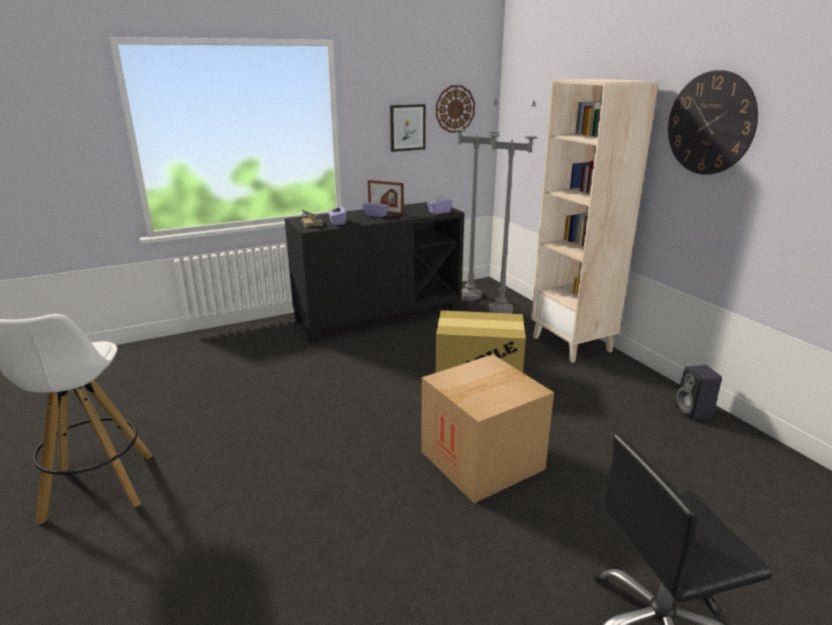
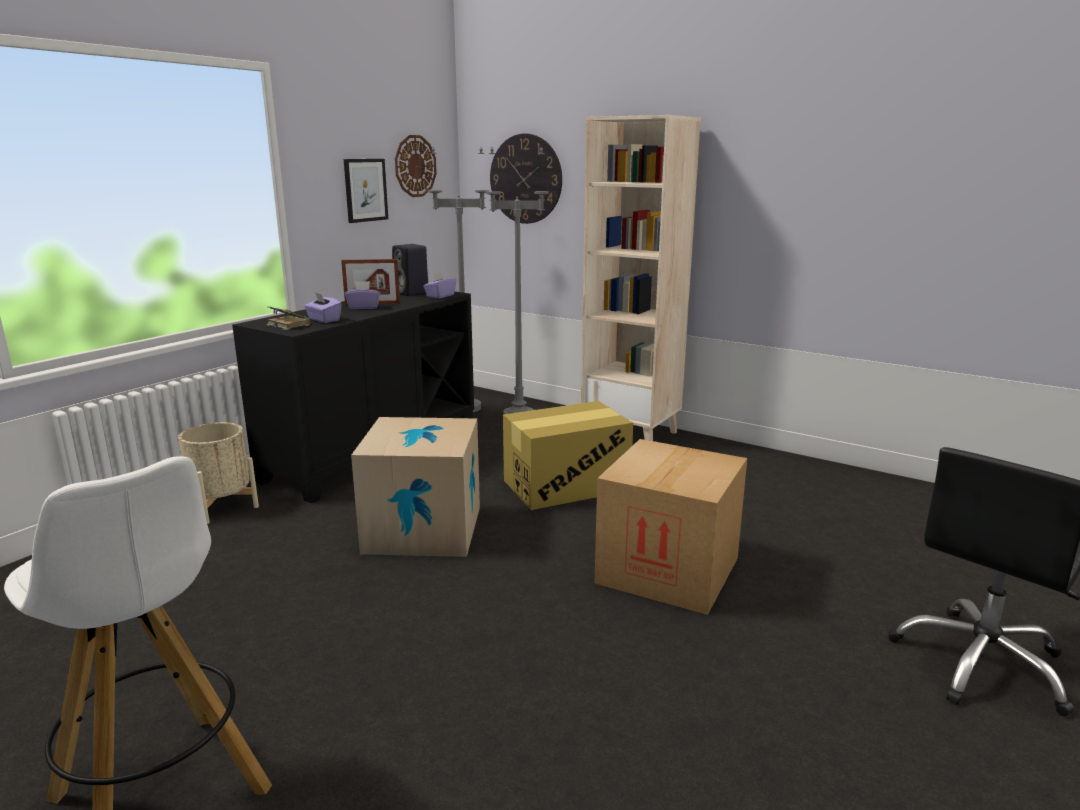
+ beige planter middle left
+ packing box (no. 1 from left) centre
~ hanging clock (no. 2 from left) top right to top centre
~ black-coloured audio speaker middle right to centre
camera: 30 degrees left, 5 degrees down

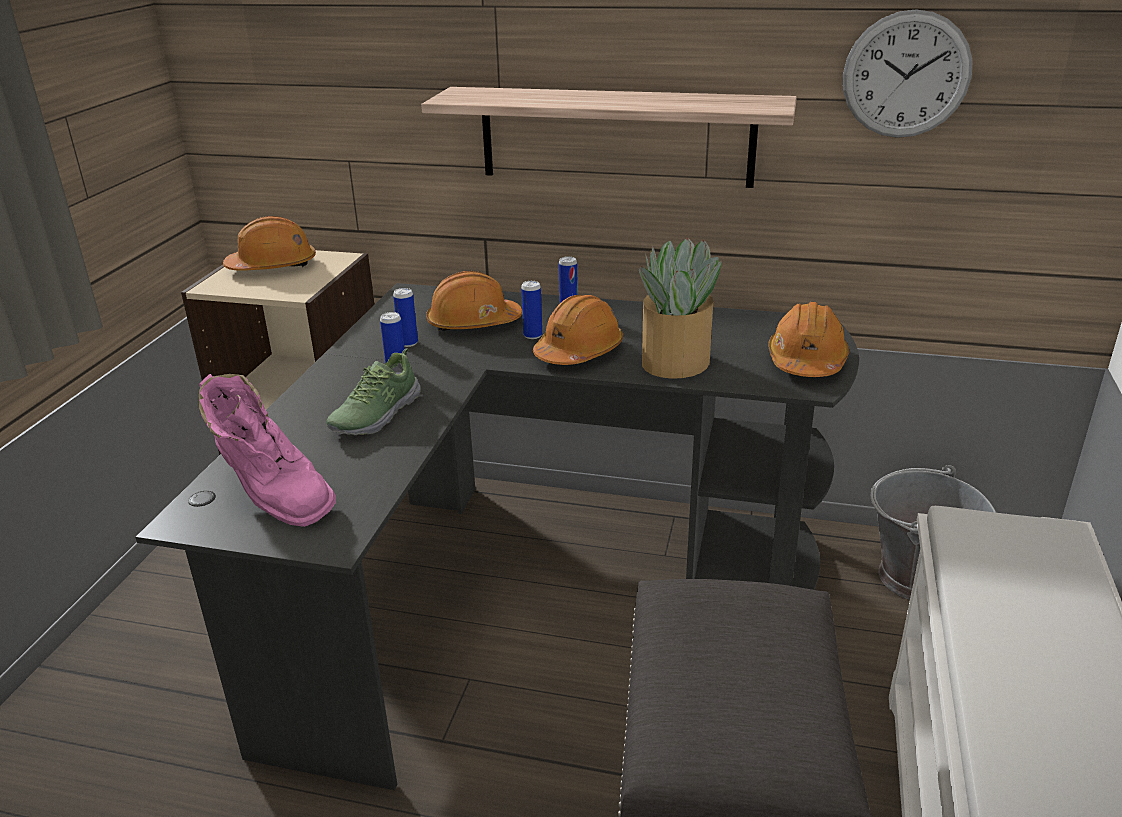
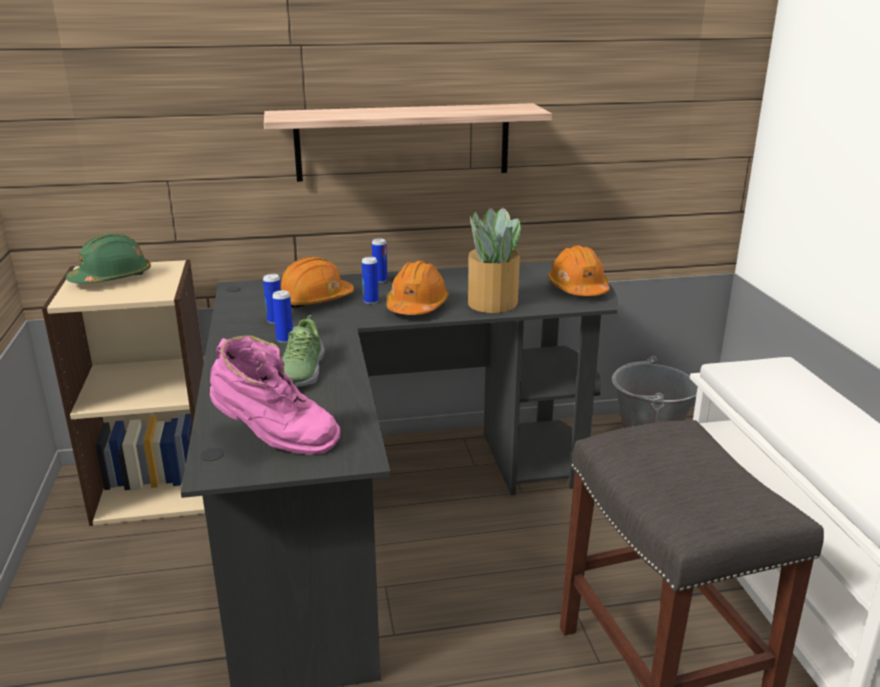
- hanging clock top right
~ orange work helmet (no. 1 from left) top left to green-coloured work helmet middle left
camera: 25 degrees left, 5 degrees down

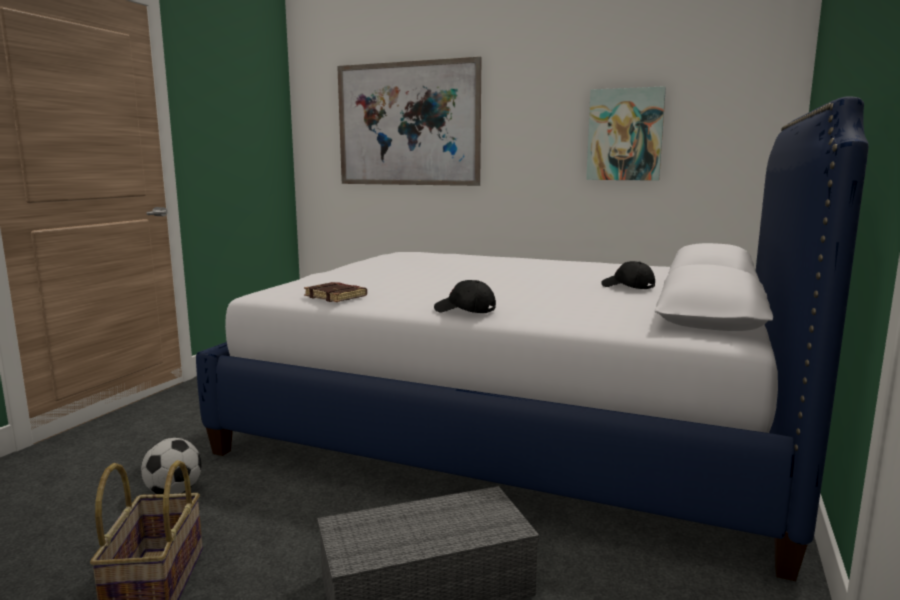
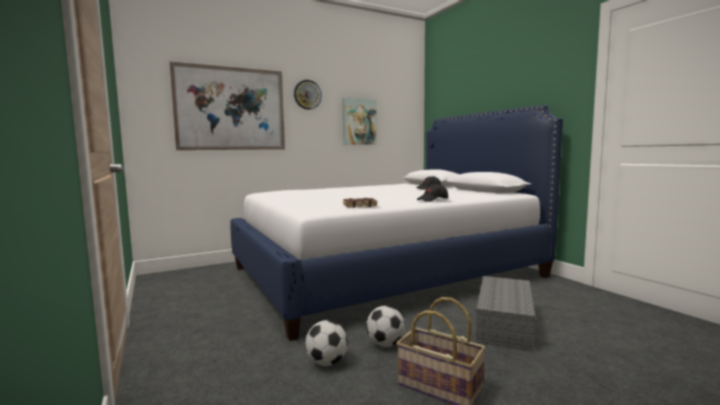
+ hanging clock top centre
+ football ball (no. 2 from left) bottom centre
camera: 50 degrees left, 5 degrees down

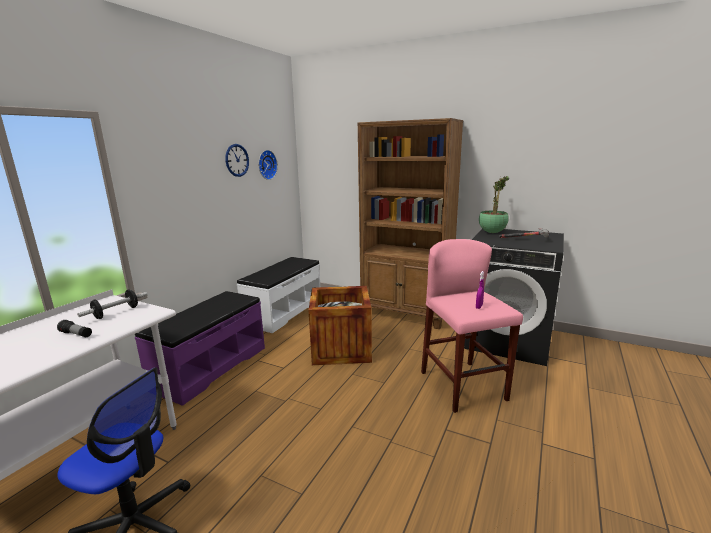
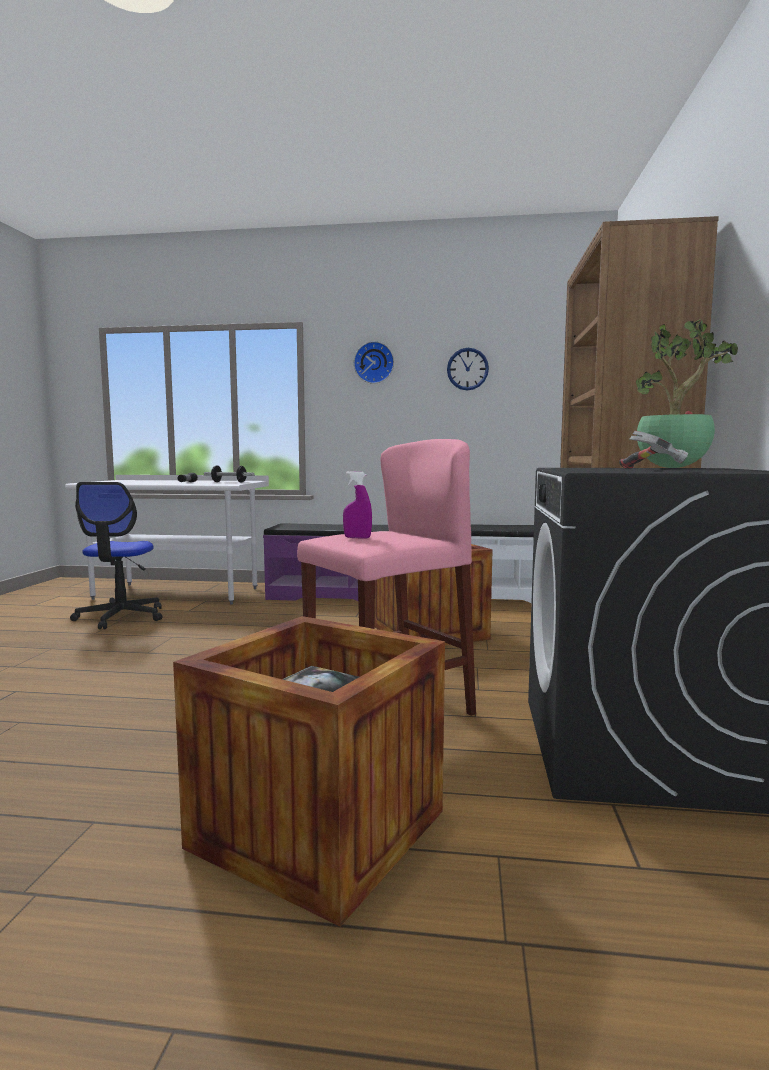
+ crate (no. 1 from left) bottom centre
~ hanging clock (no. 2 from left in the first image) top centre to hanging clock (no. 1 from left) centre
camera: 70 degrees right, 10 degrees down

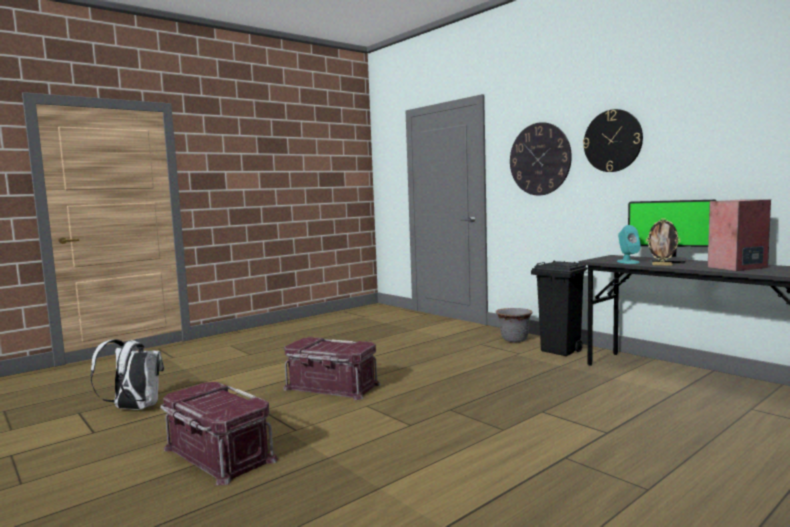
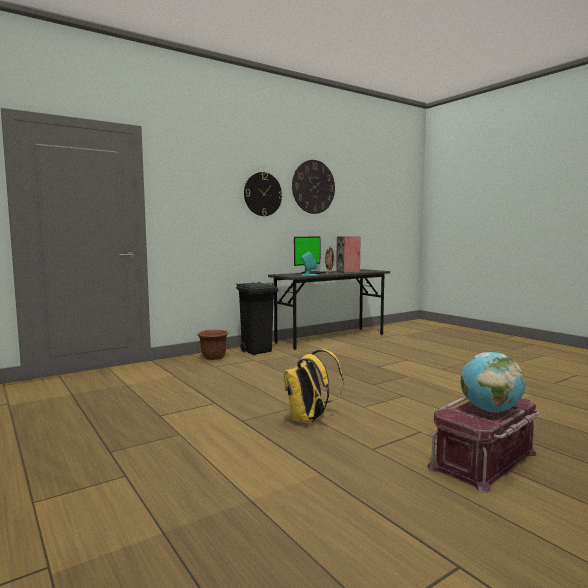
- white backpack bottom left
+ globe middle right
~ hanging clock (no. 1 from left in the first image) top right to hanging clock (no. 2 from left) top centre
~ reddish storage bin (no. 2 from left) bottom centre to yellow backpack centre
~ gray planter centre to brown planter centre
camera: 85 degrees left, 0 degrees up

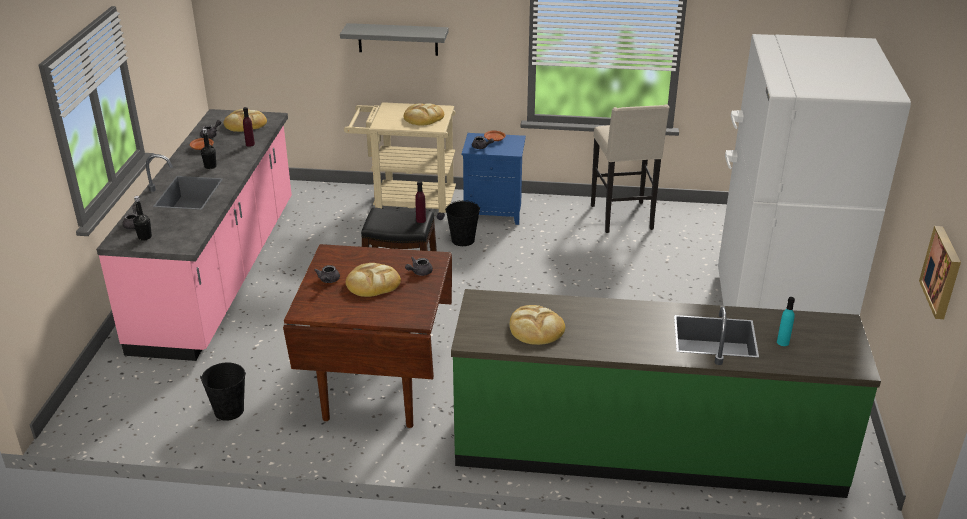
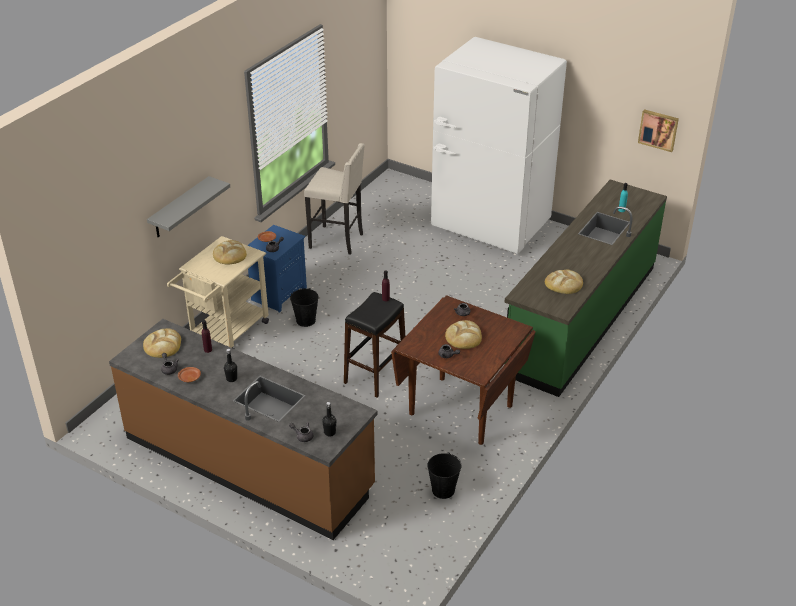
~ pink-coloured kitchen counter middle left to brown kitchen counter bottom left
camera: 65 degrees left, 5 degrees up

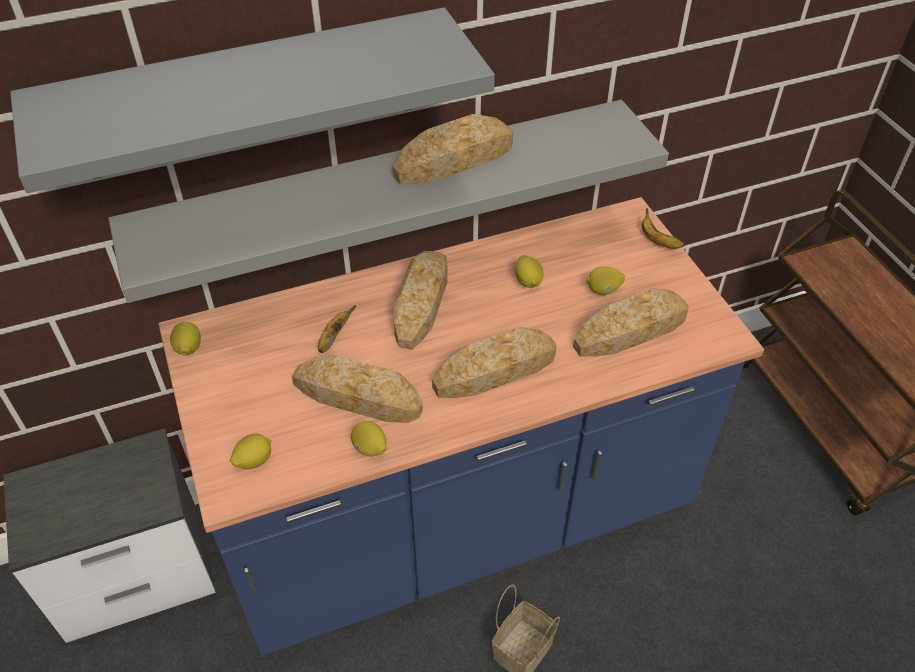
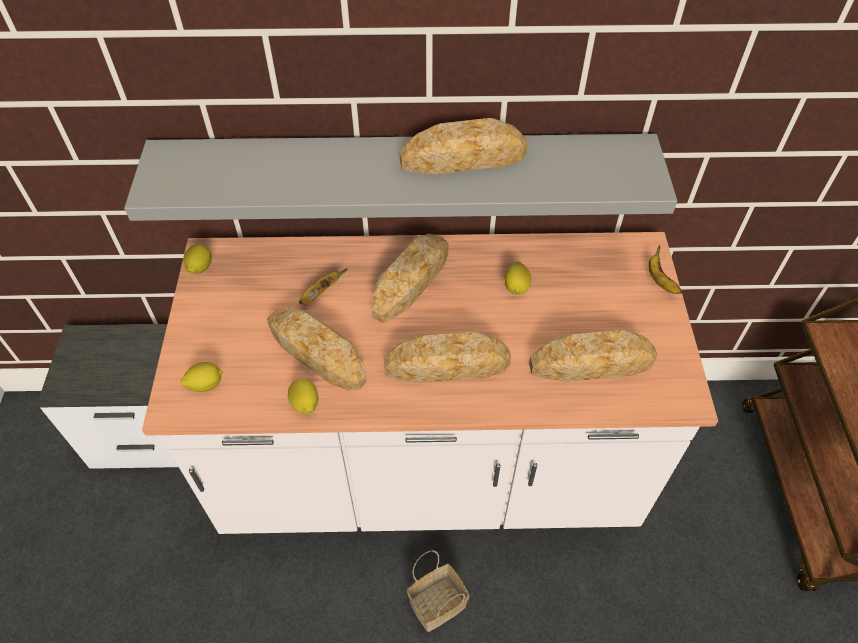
- gray wall shelf (no. 1 from left) top left
- lemon (no. 5 from left) centre
~ blue kitchen counter centre to white kitchen counter centre
camera: 20 degrees right, 5 degrees up

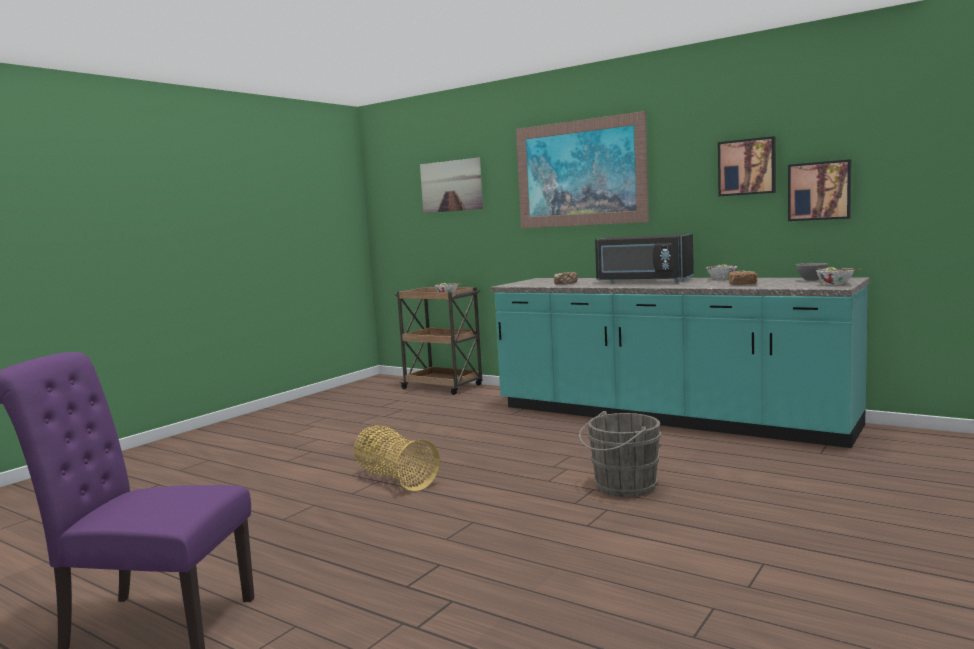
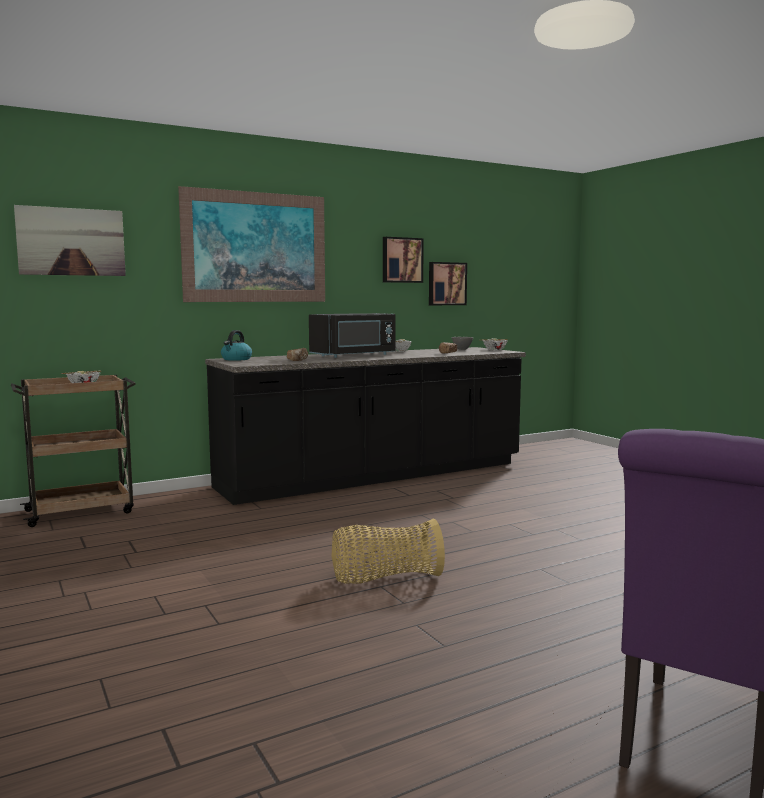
- gray pail bottom centre
+ tea kettle middle left
~ turquoise-coloured kitchen counter middle right to black-coloured kitchen counter centre
camera: 65 degrees left, 0 degrees up

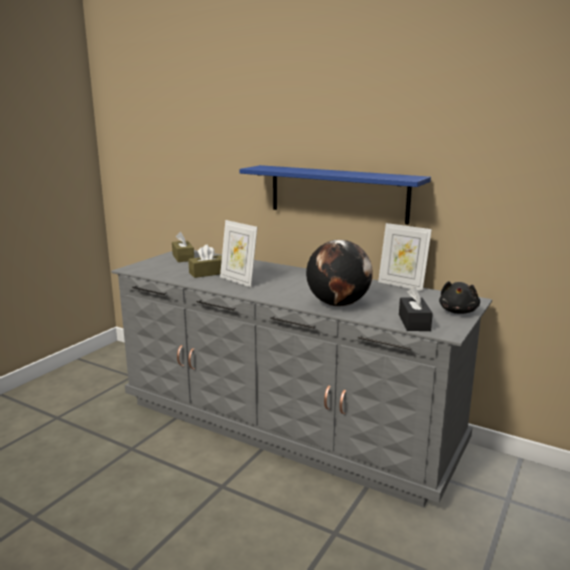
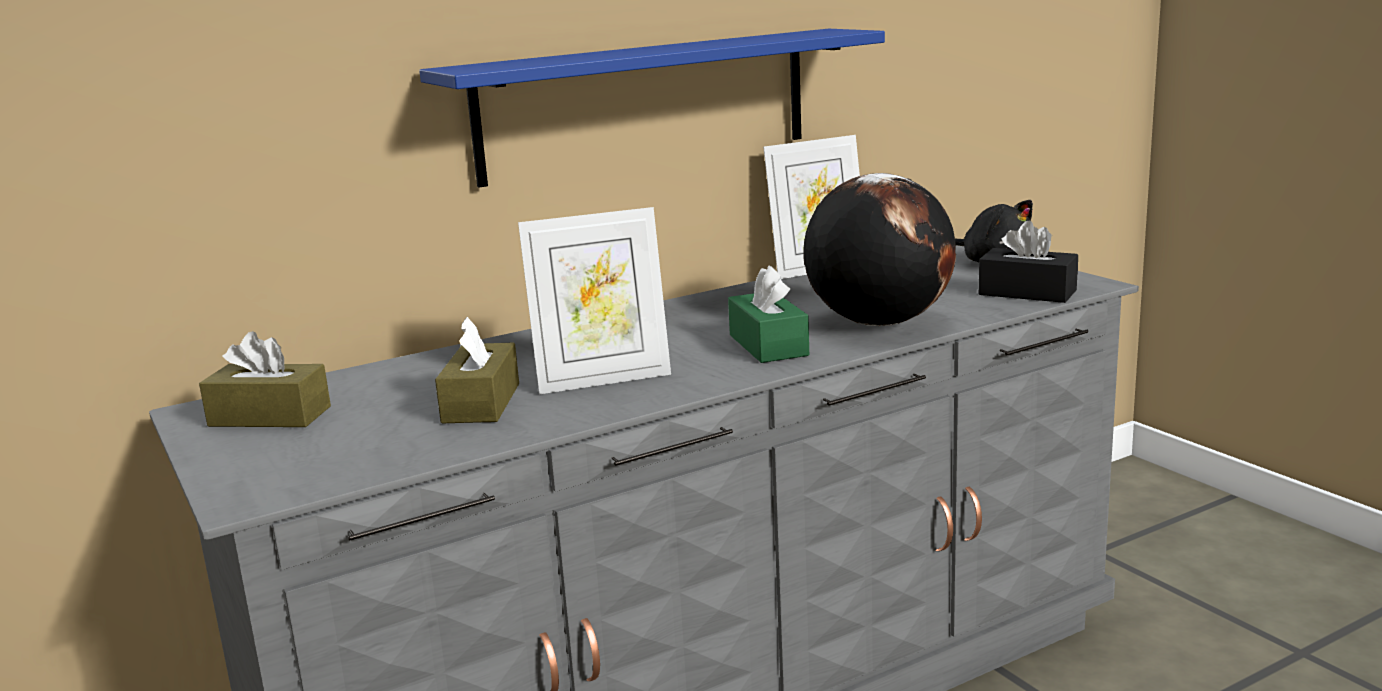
+ green-coloured box of tissues centre
camera: 60 degrees left, 0 degrees up

